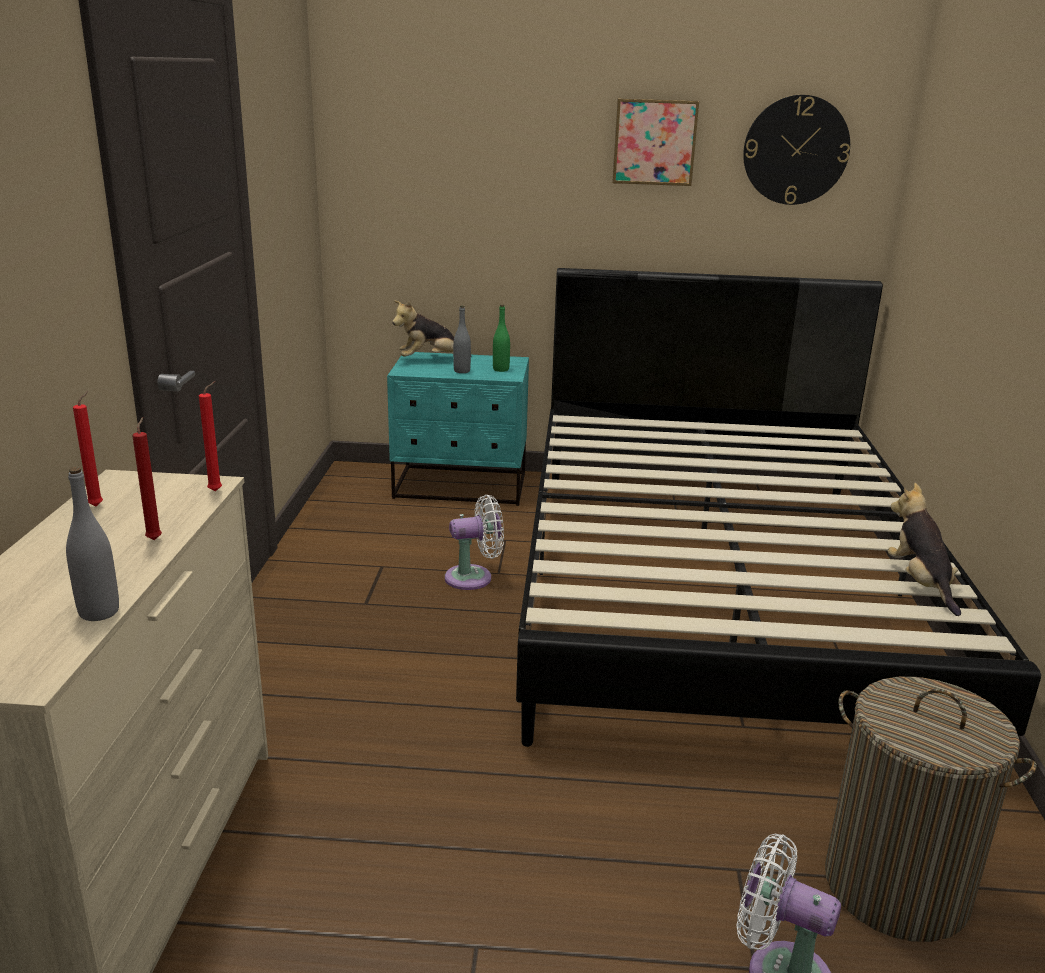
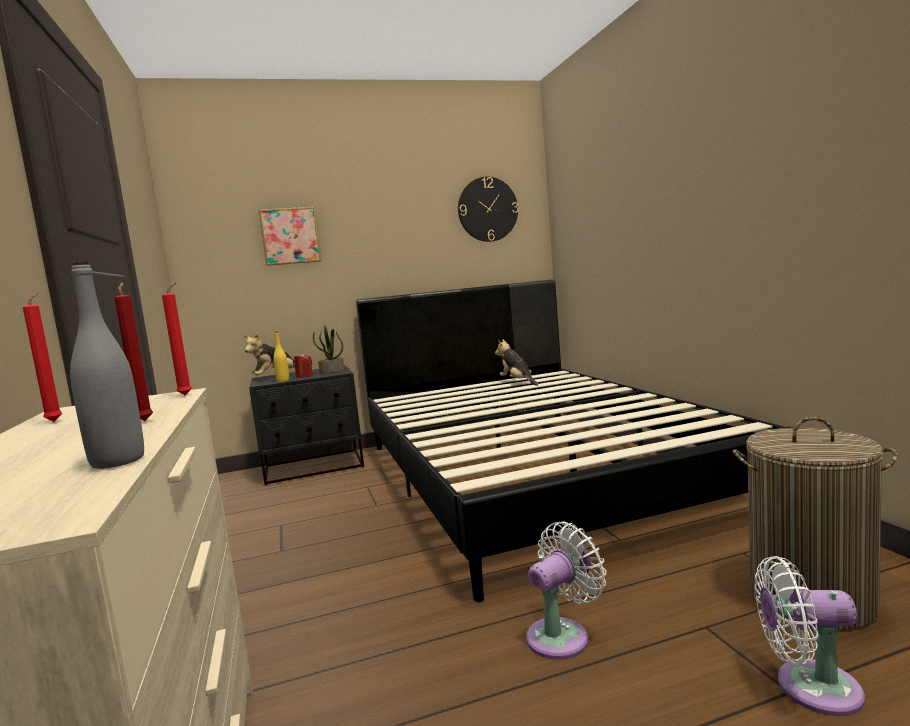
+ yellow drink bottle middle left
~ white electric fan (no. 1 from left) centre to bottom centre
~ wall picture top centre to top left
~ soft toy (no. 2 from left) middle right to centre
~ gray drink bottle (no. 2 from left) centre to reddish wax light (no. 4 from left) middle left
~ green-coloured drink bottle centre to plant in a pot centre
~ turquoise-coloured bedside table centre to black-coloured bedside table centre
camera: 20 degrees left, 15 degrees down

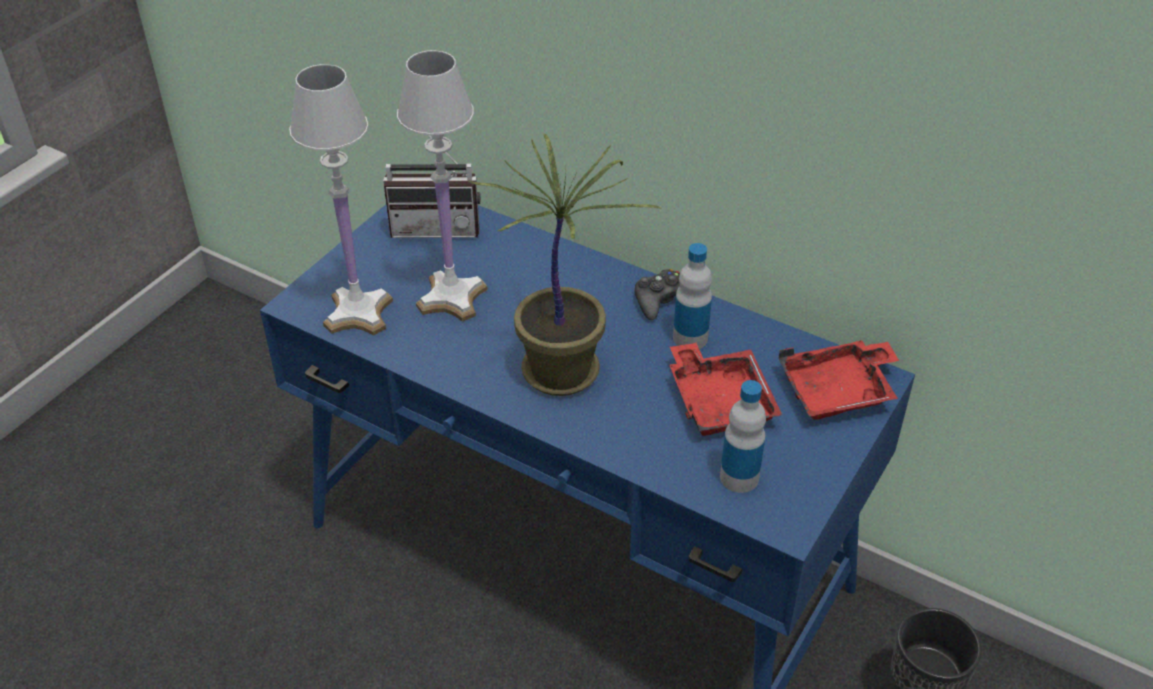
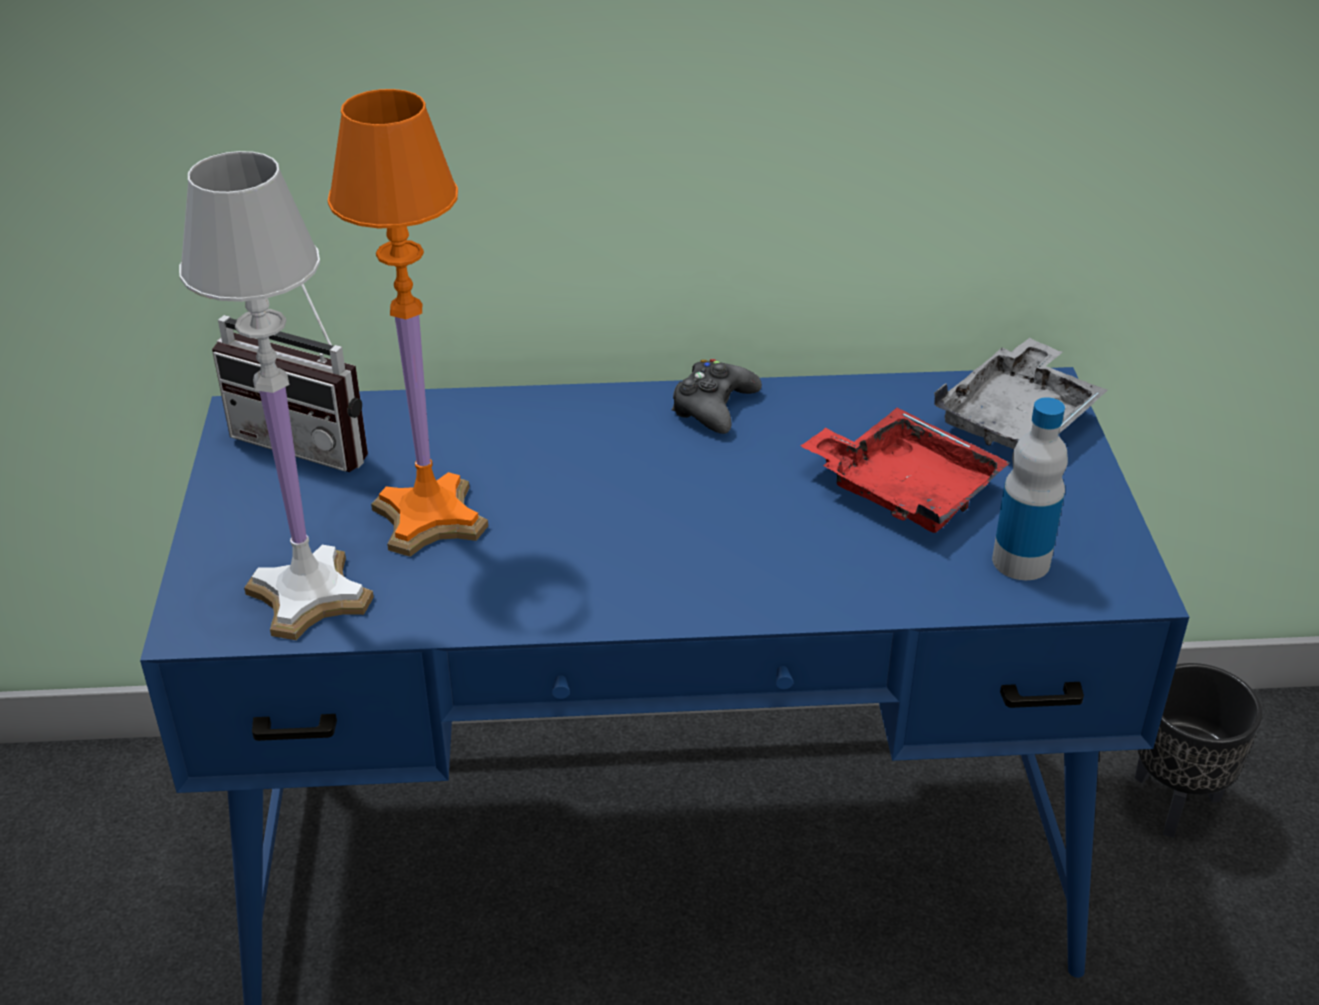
- plant in a pot centre
- drink bottle (no. 1 from left) centre
~ white tabletop lamp (no. 2 from left) top centre to orange tabletop lamp top left
~ reddish carrying tray (no. 2 from left) middle right to gray carrying tray middle right
~ radio top centre = middle left 60 degrees clockwise
camera: 35 degrees left, 5 degrees down

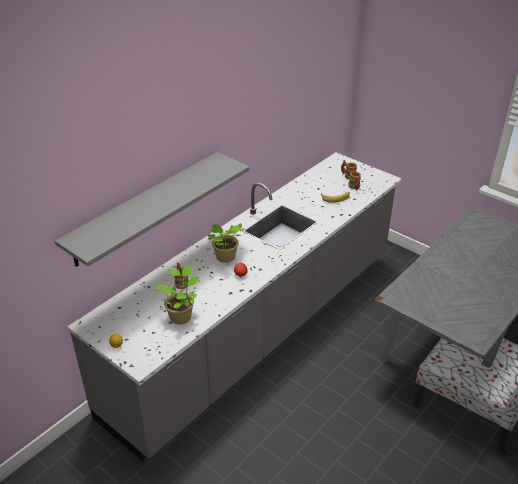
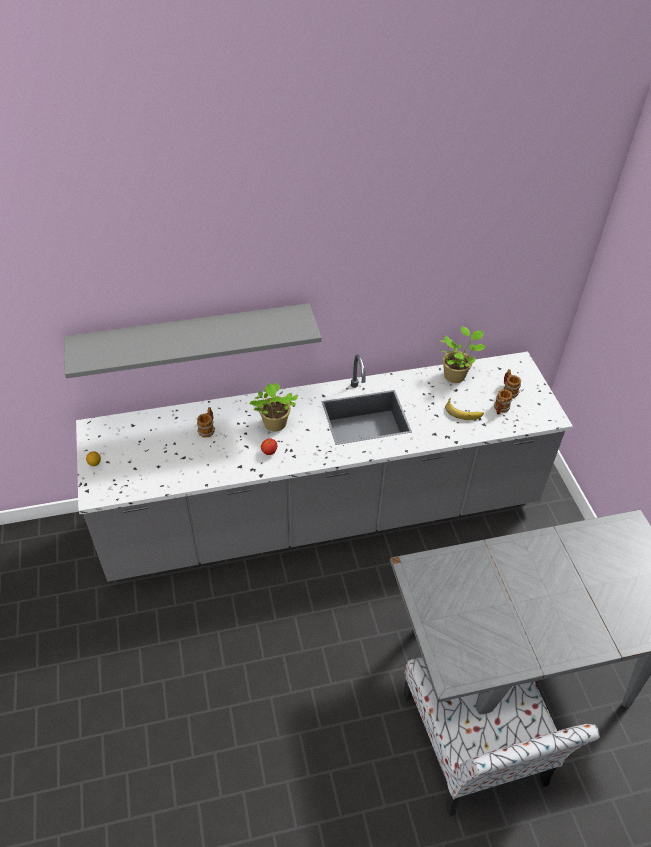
~ plant in a pot (no. 1 from left in the first image) centre to plant in a pot (no. 2 from left) middle right
camera: 35 degrees right, 10 degrees up

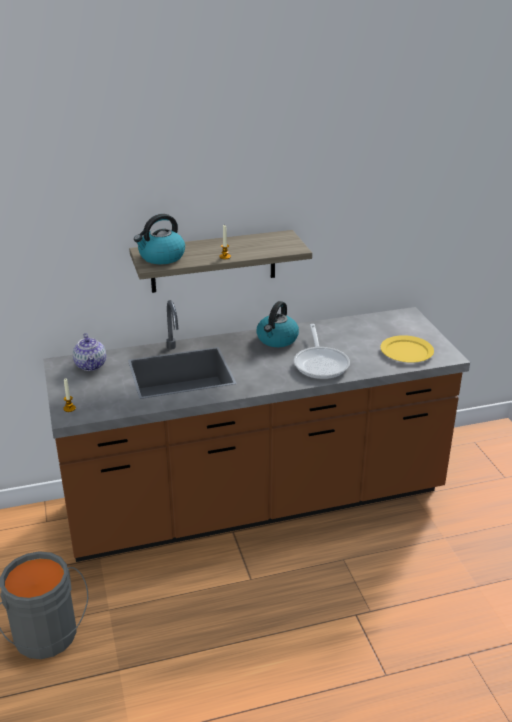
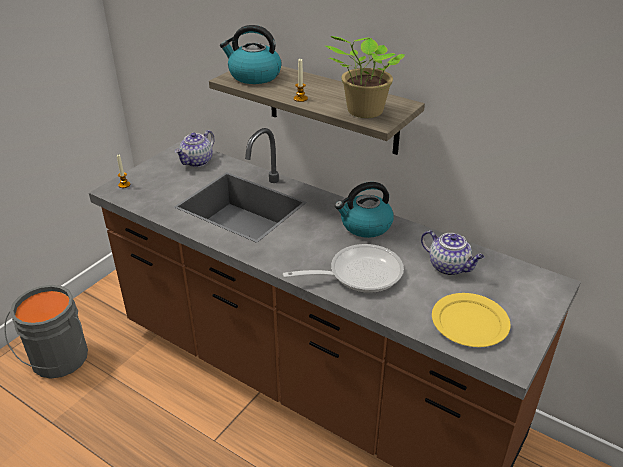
+ plant in a pot top centre
+ tea pot (no. 2 from left) middle right
~ frying pan centre = centre 150 degrees counterclockwise
camera: 50 degrees right, 5 degrees up

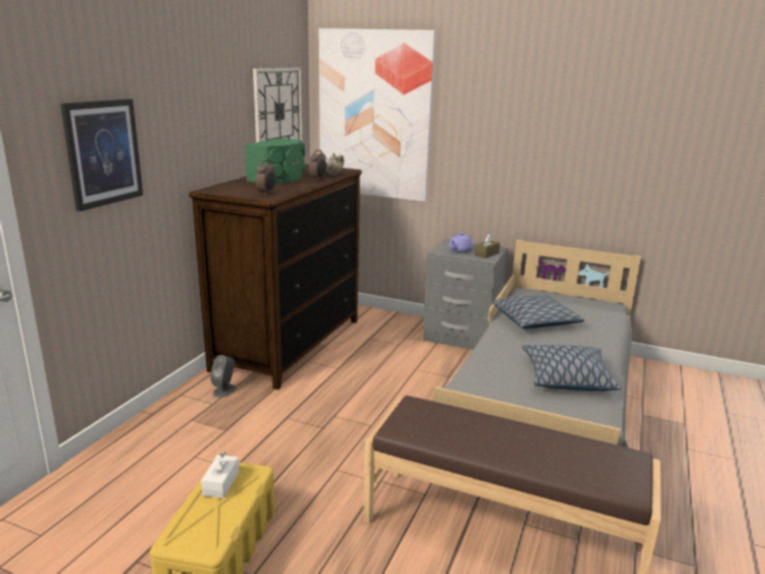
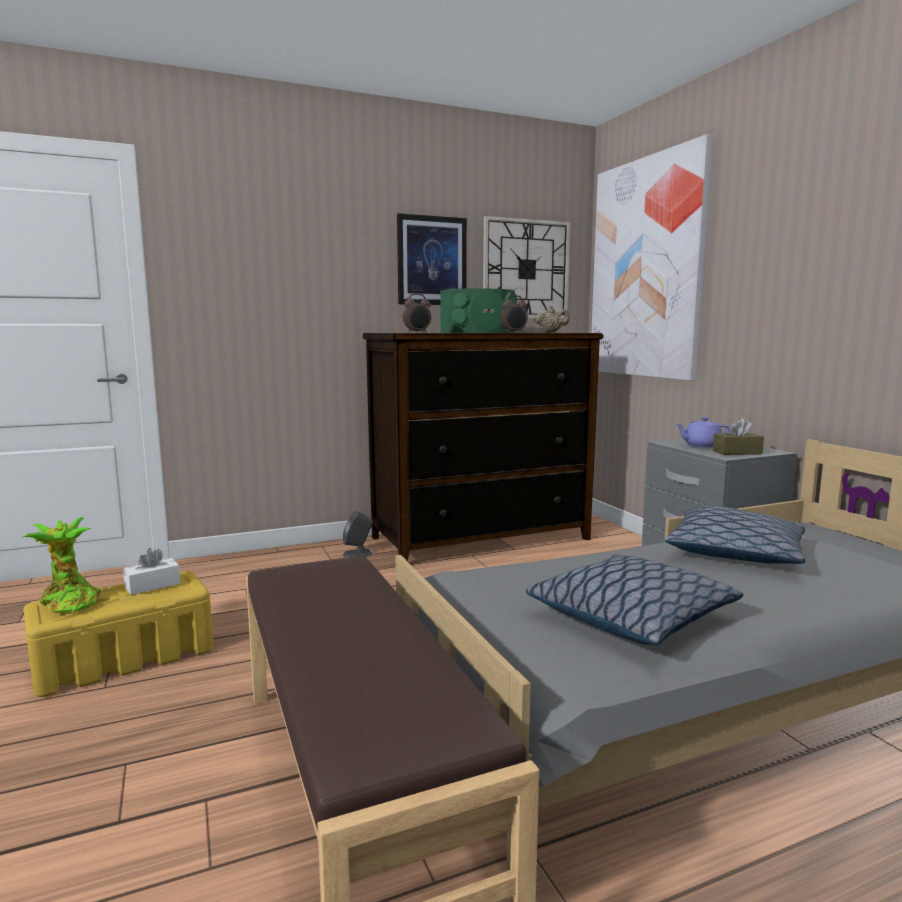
+ plant in a pot middle left
~ wall picture (no. 1 from left) top left to top centre
camera: 45 degrees right, 10 degrees down

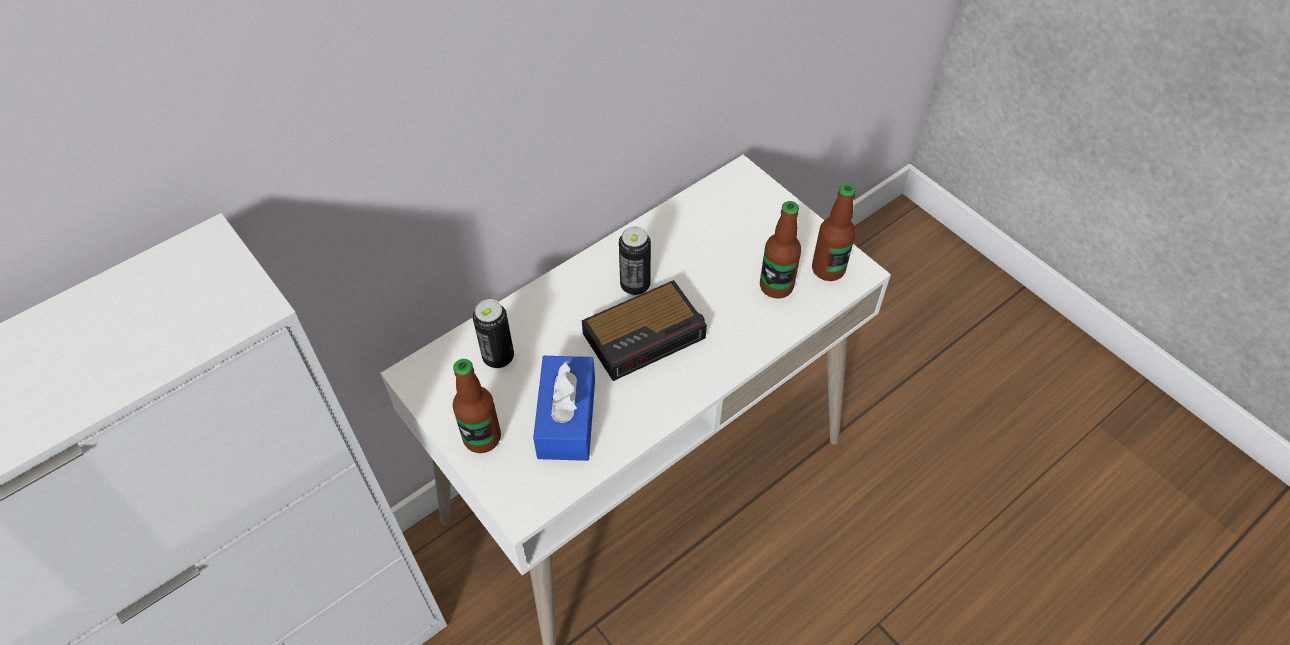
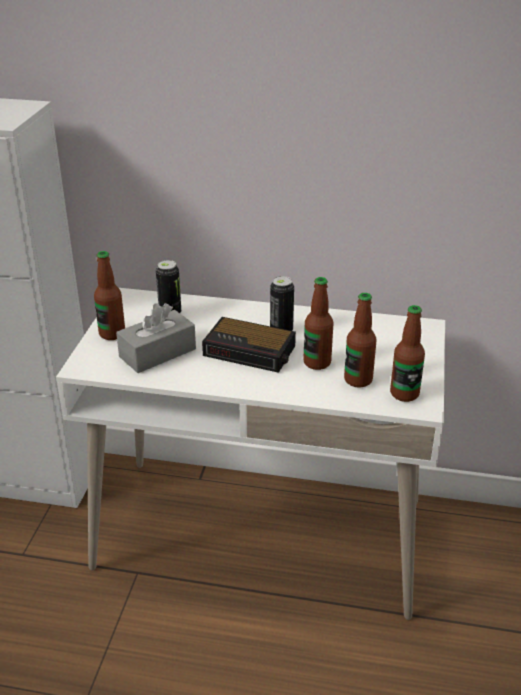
+ drink bottle (no. 2 from left) centre
~ blue box of tissues centre to gray box of tissues middle left
camera: 50 degrees right, 20 degrees down

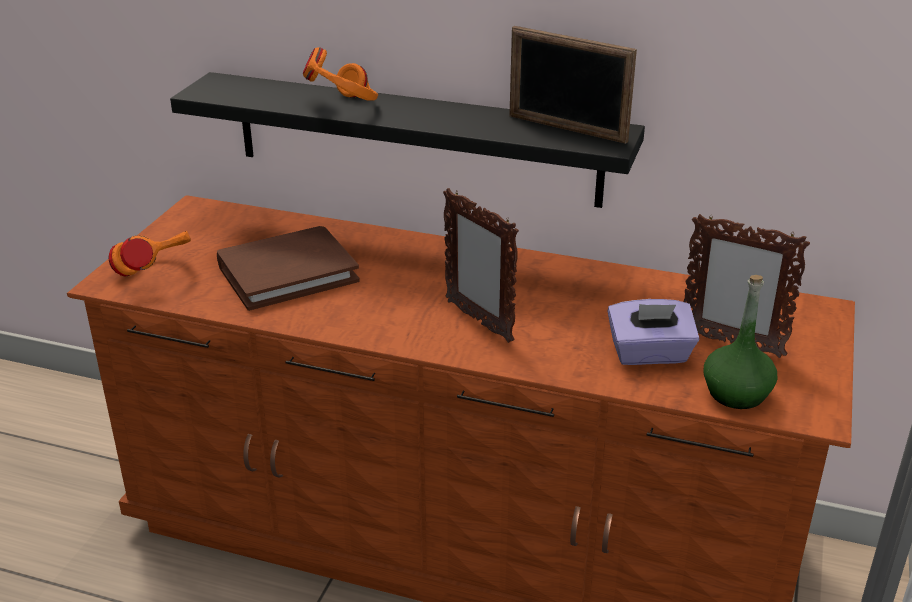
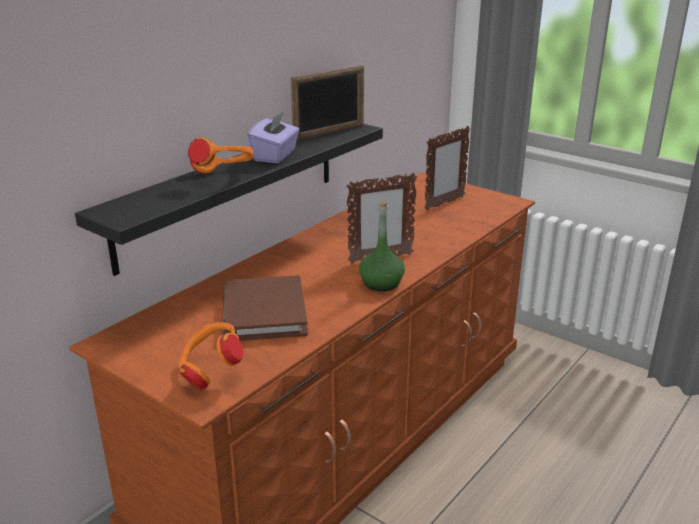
~ purple-coloured box of tissues middle right to top centre
~ green-coloured drink bottle middle right to centre
camera: 70 degrees left, 5 degrees down

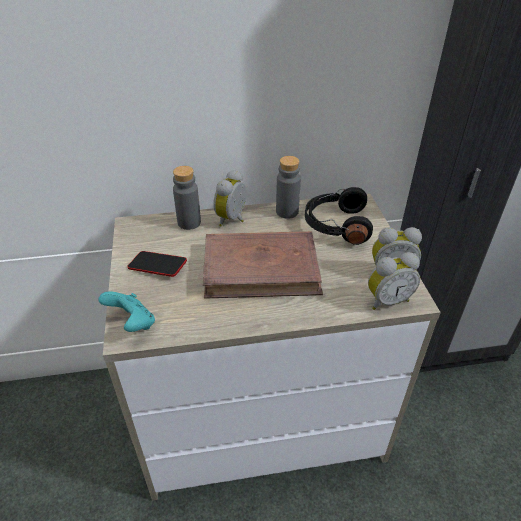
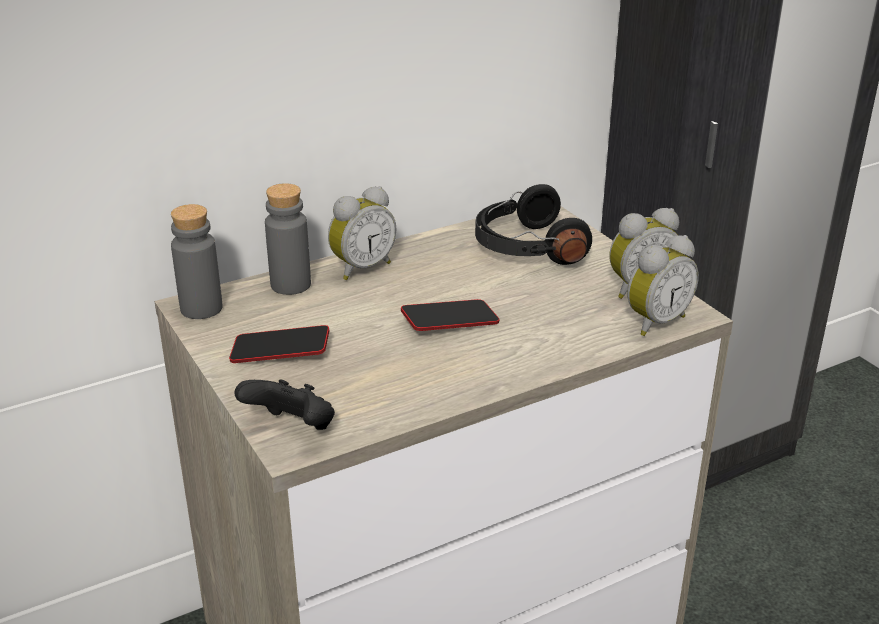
~ gray drink bottle (no. 2 from left in the first image) centre to gray drink bottle (no. 1 from left) middle left
~ brown volume centre to handset (no. 2 from left) centre
~ turquoise-coloured gamepad middle left to black-coloured gamepad middle left
~ bedside clock (no. 1 from left) centre = centre 135 degrees counterclockwise
camera: 20 degrees left, 10 degrees down

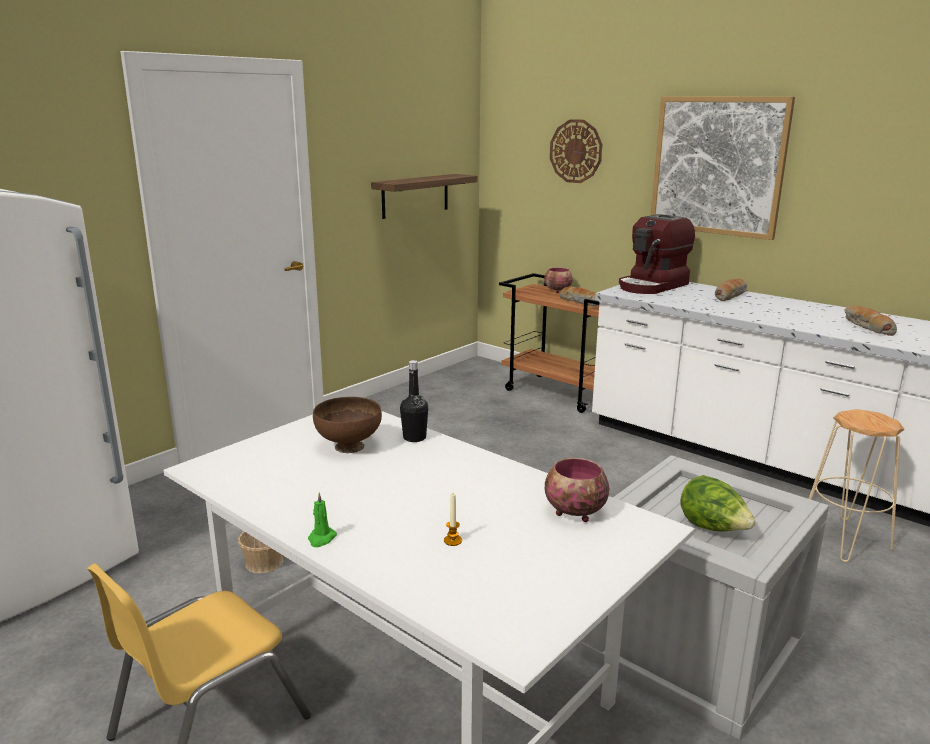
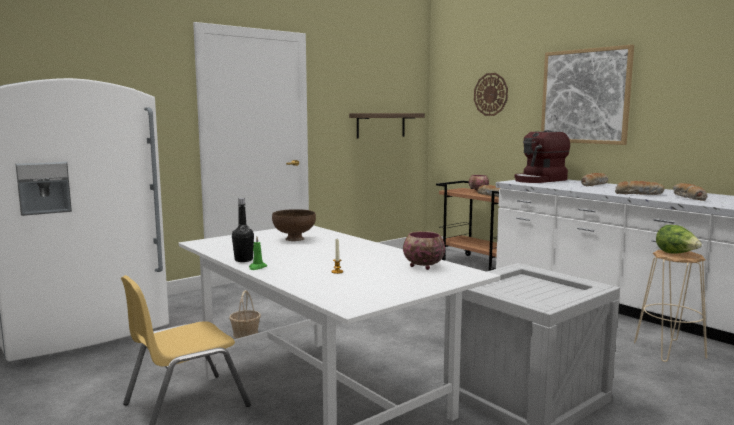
+ baked bread (no. 3 from left) middle right
~ black-coloured drink bottle centre to middle left
~ head of lettuce bottom right to middle right
camera: 10 degrees right, 10 degrees down

